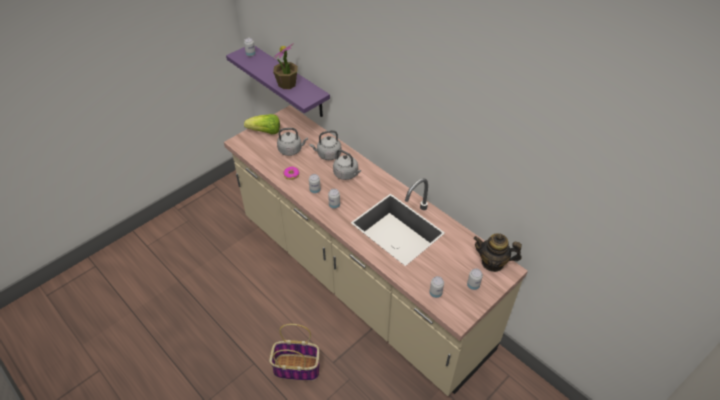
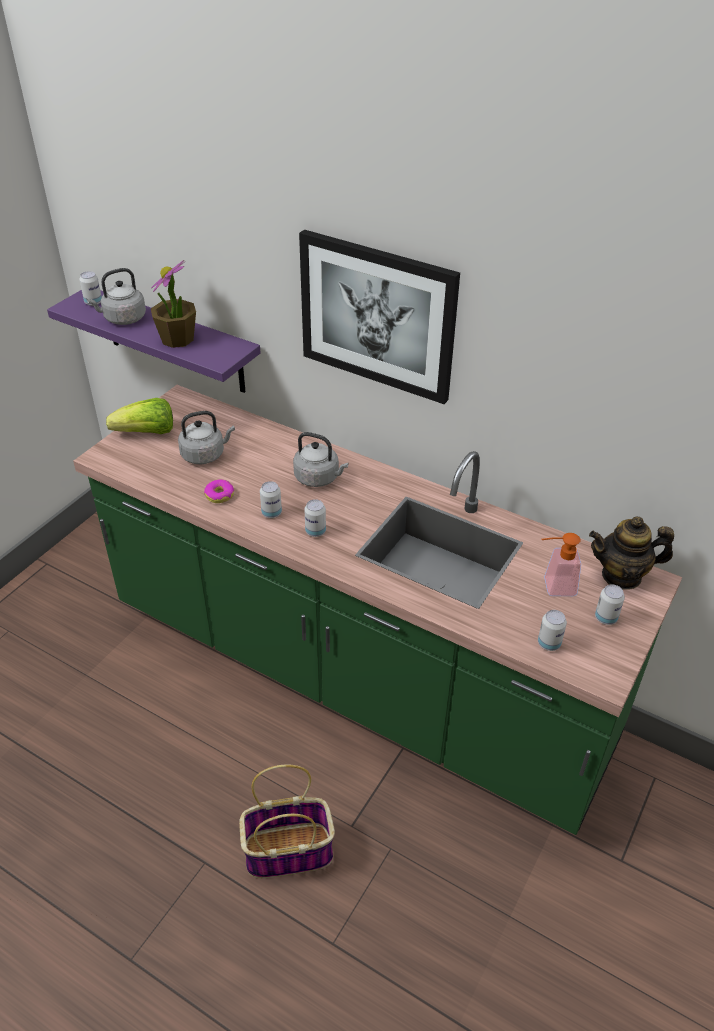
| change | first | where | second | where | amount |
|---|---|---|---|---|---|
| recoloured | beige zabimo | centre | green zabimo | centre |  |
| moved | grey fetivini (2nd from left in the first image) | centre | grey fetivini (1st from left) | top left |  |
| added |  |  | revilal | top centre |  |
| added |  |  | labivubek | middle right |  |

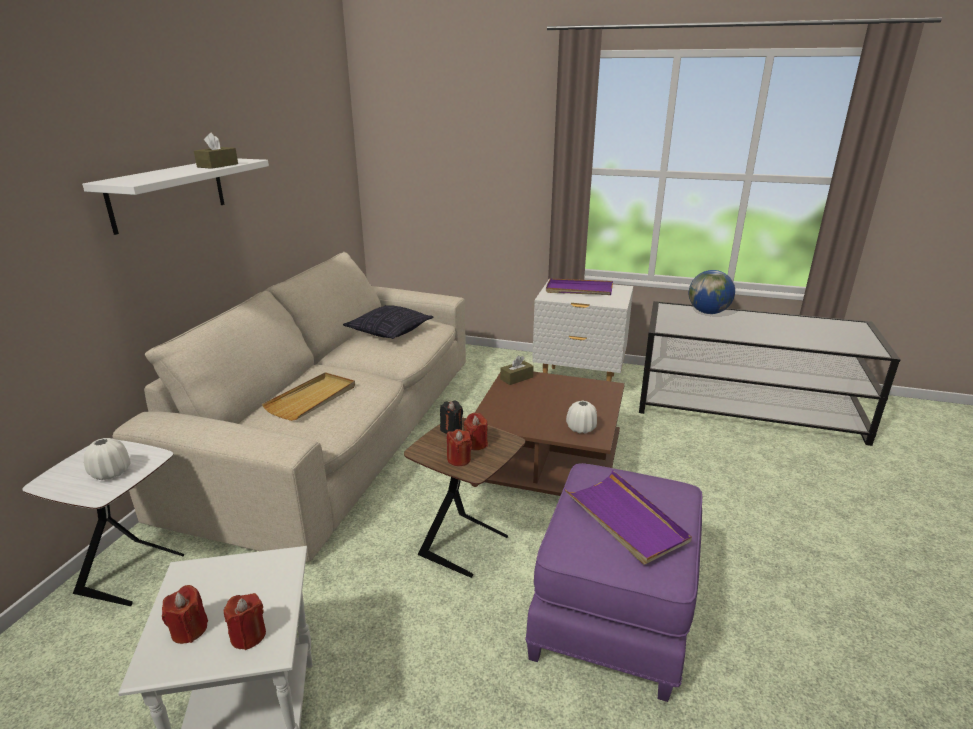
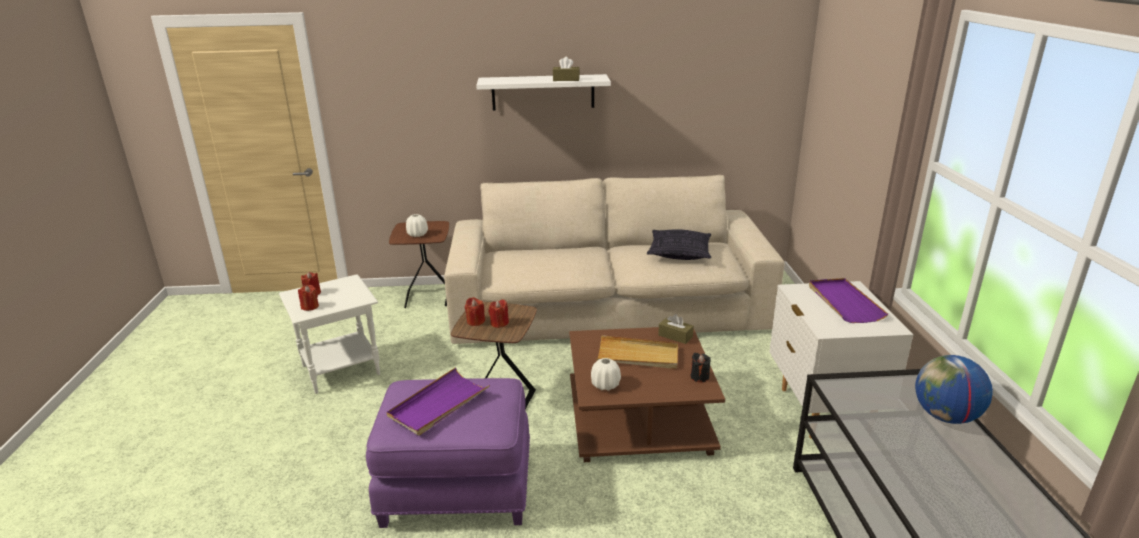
| change | first | where | second | where | amount |
|---|---|---|---|---|---|
| moved | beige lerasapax | middle left |  | centre |  |
| moved | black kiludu | centre |  | bottom centre |  |
| recoloured | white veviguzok (1st from left) | bottom left | brown veviguzok (1st from left) | centre |  |

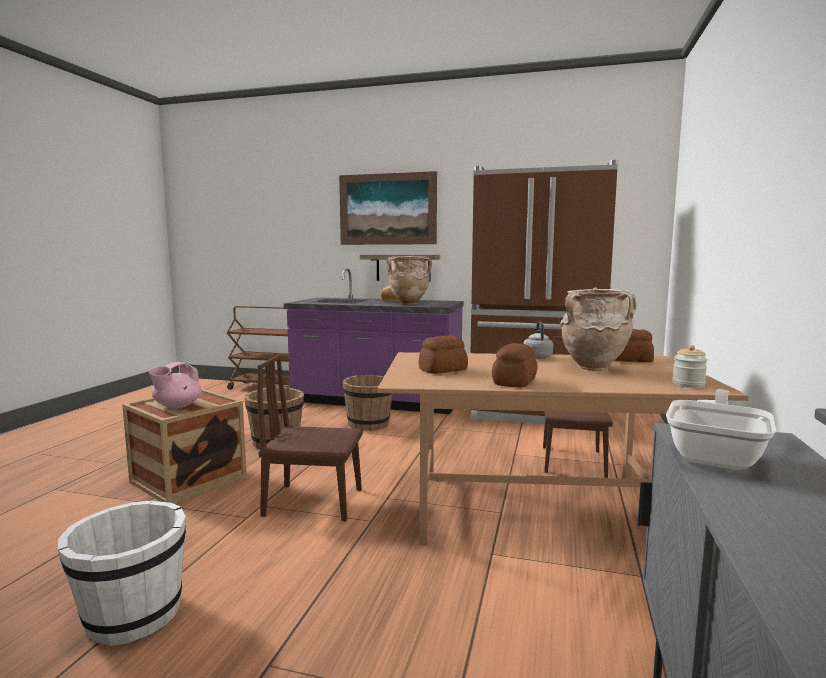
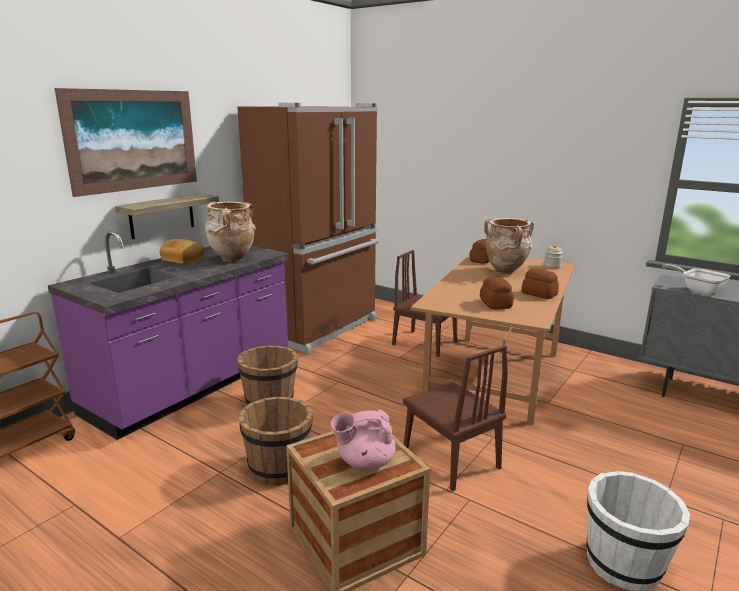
| change | first | where | second | where | amount |
|---|---|---|---|---|---|
| removed | grey fetivini | centre |  |  |  |
| turned | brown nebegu (1st from left in the first image) | centre | brown nebegu (2nd from left) | bottom centre | 60 degrees counterclockwise |
| turned | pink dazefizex | middle left |  | bottom centre | 120 degrees clockwise |

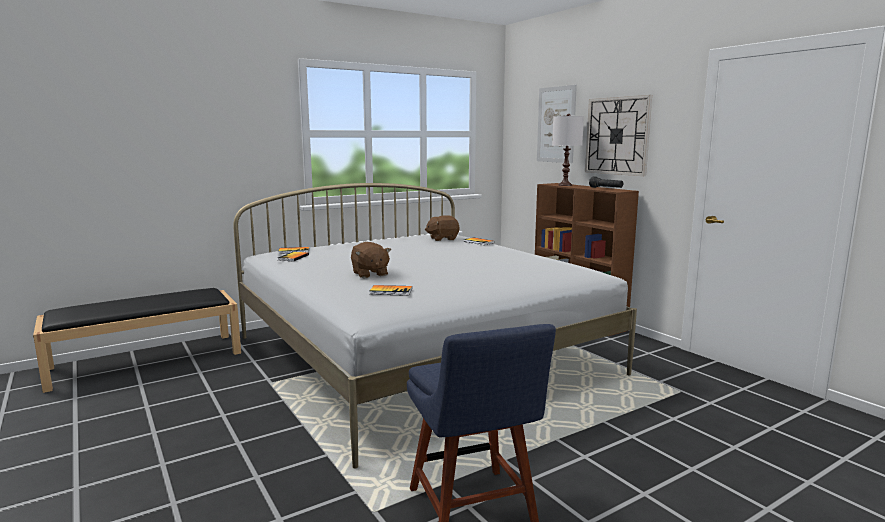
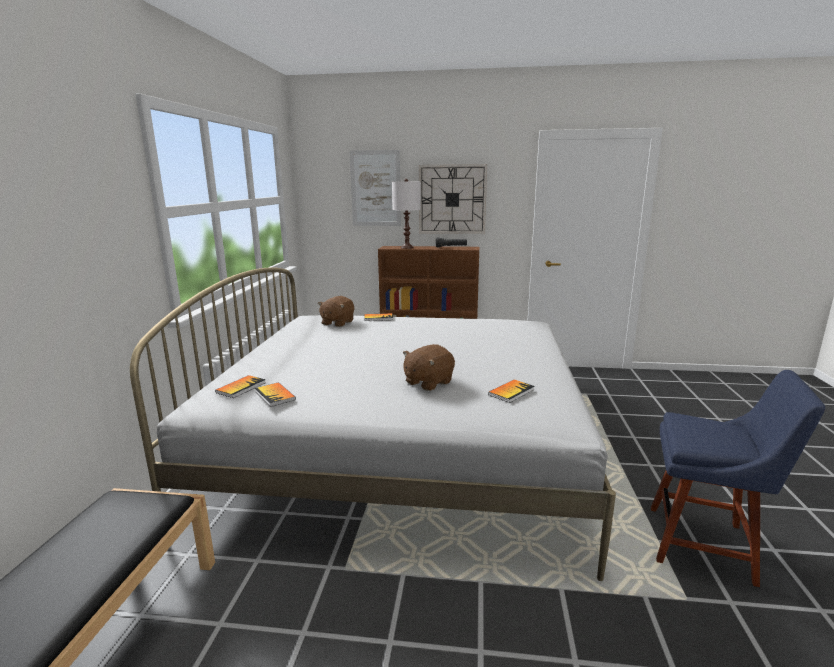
| change | first | where | second | where | amount |
|---|---|---|---|---|---|
| turned | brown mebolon (1st from left in the first image) | centre | brown mebolon (2nd from left) | centre | 120 degrees clockwise |

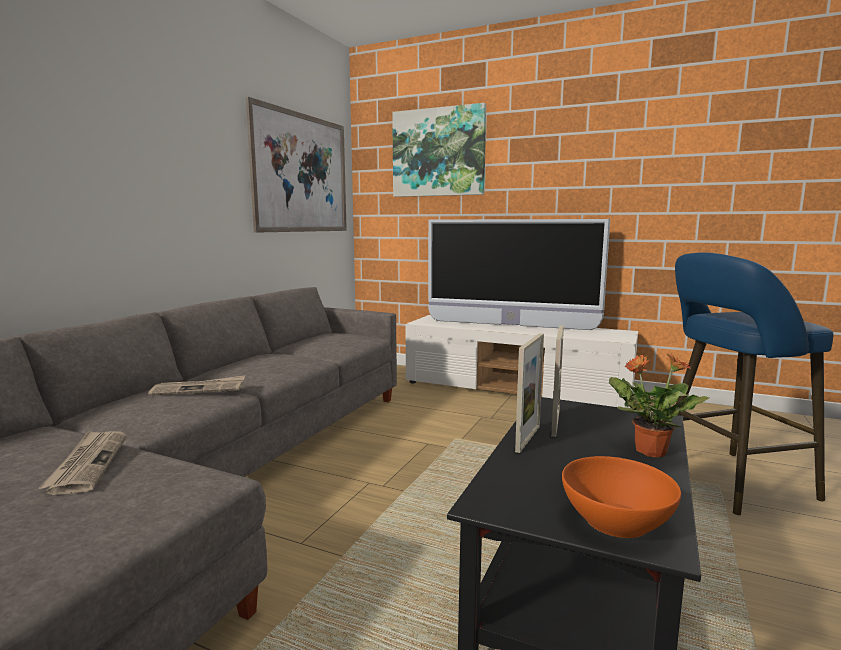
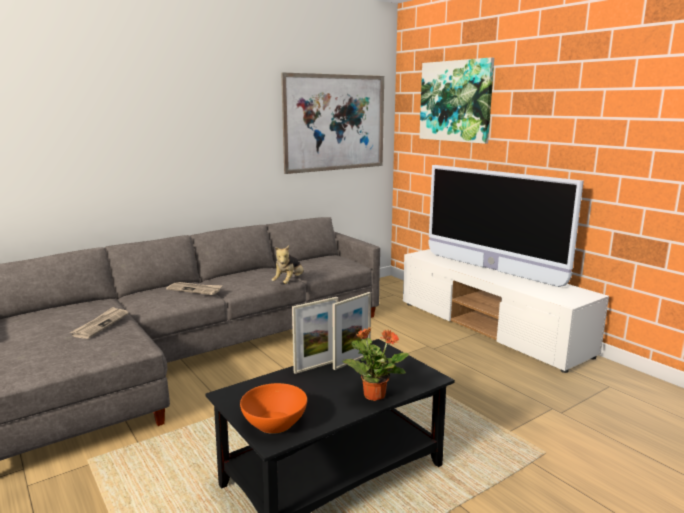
| change | first | where | second | where | amount |
|---|---|---|---|---|---|
| removed | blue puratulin | middle right |  |  |  |
| added |  |  | mebolon | centre |  |

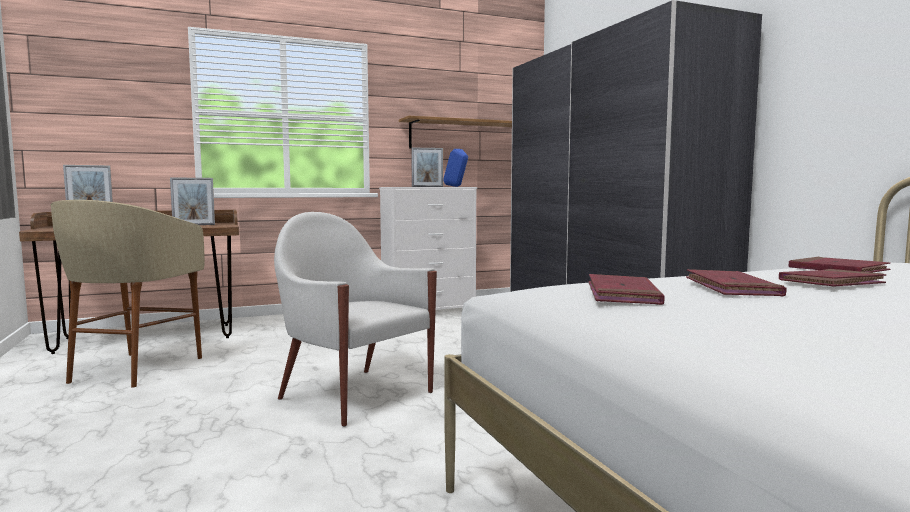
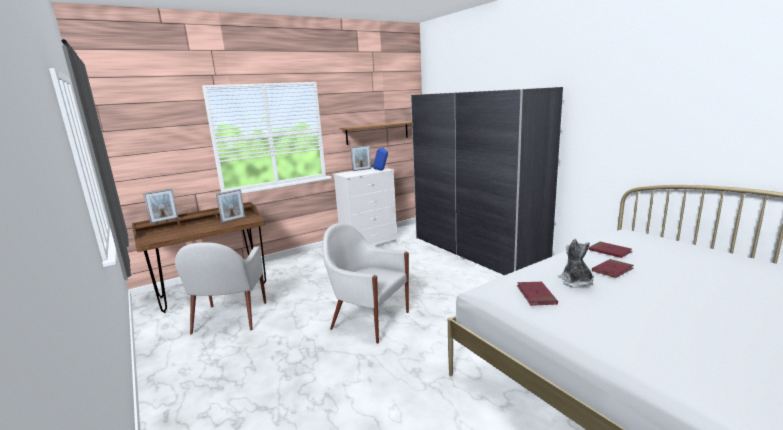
| change | first | where | second | where | amount |
|---|---|---|---|---|---|
| replaced | beige puratulin | middle left | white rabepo (1st from left) | bottom left |  |
| replaced | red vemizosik (2nd from left) | middle right | mebolon | middle right |  |

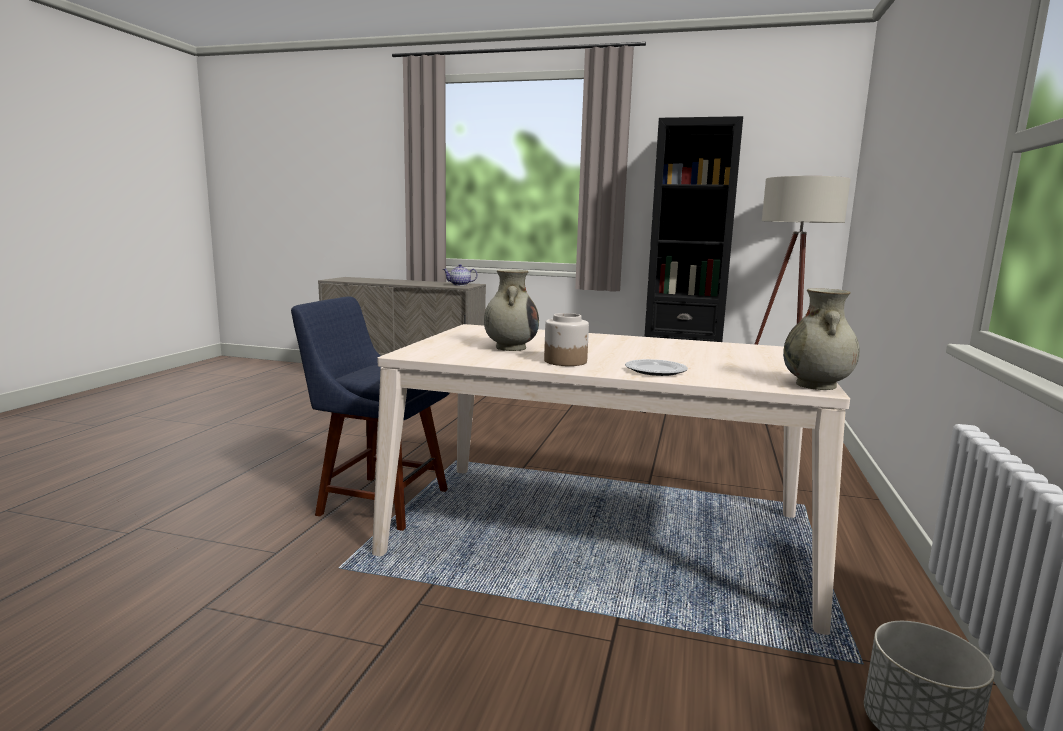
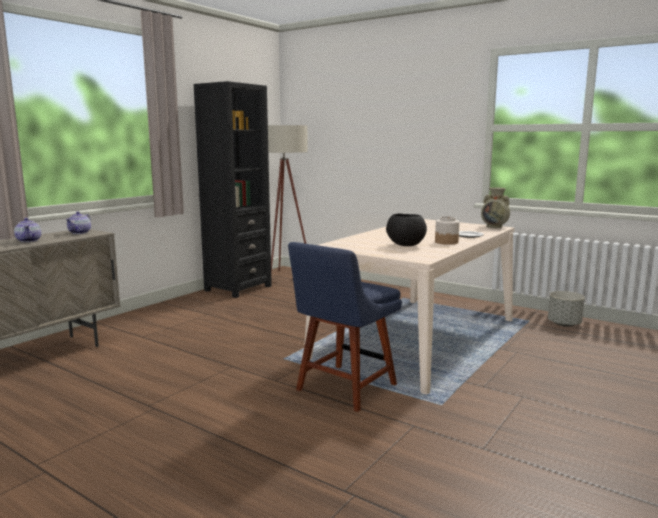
| change | first | where | second | where | amount |
|---|---|---|---|---|---|
| replaced | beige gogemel (1st from left) | centre | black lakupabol | centre |  |
| added |  |  | dazefizex (1st from left) | middle left |  |

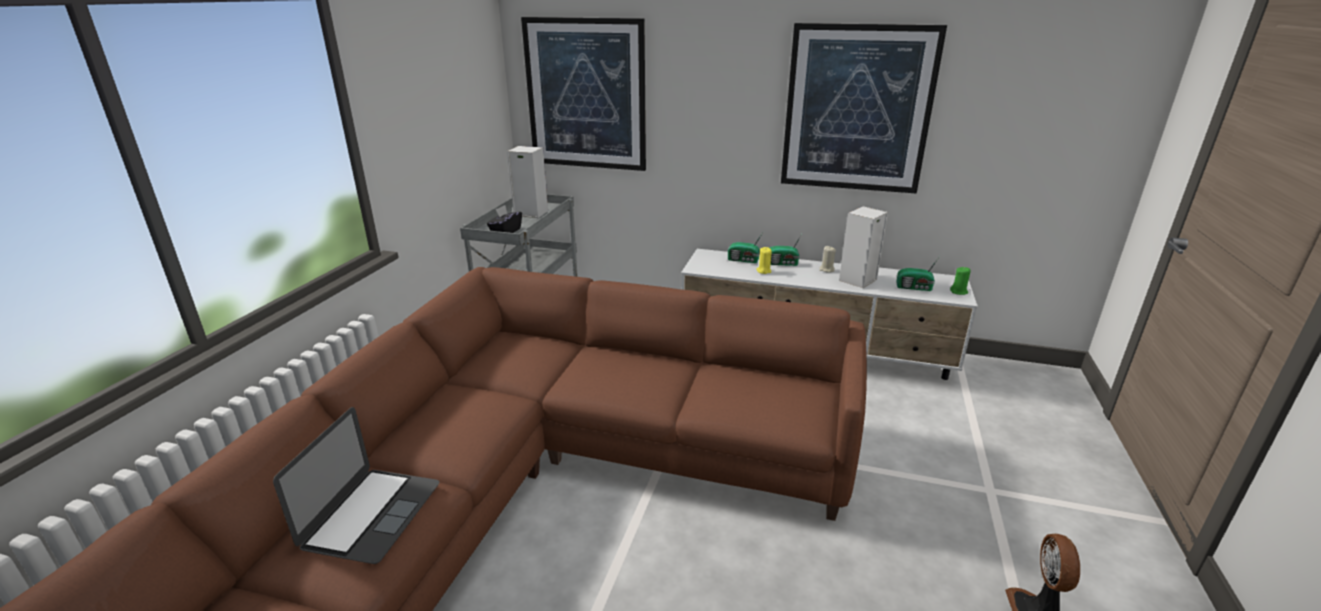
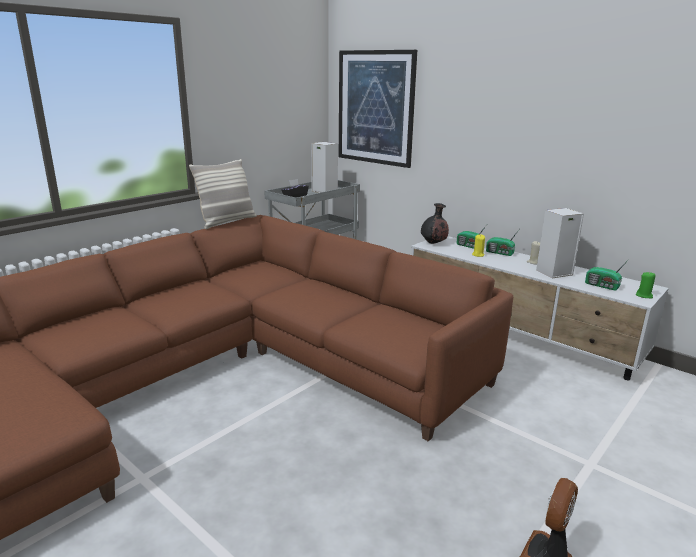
| change | first | where | second | where | amount |
|---|---|---|---|---|---|
| removed | revilal (2nd from left) | top centre |  |  |  |
| removed | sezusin | bottom left |  |  |  |
| added |  |  | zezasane | middle left |  |
| added |  |  | black gogemel | centre |  |

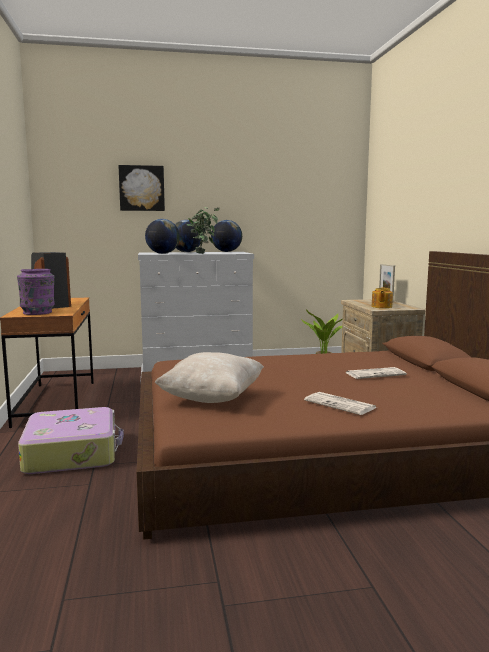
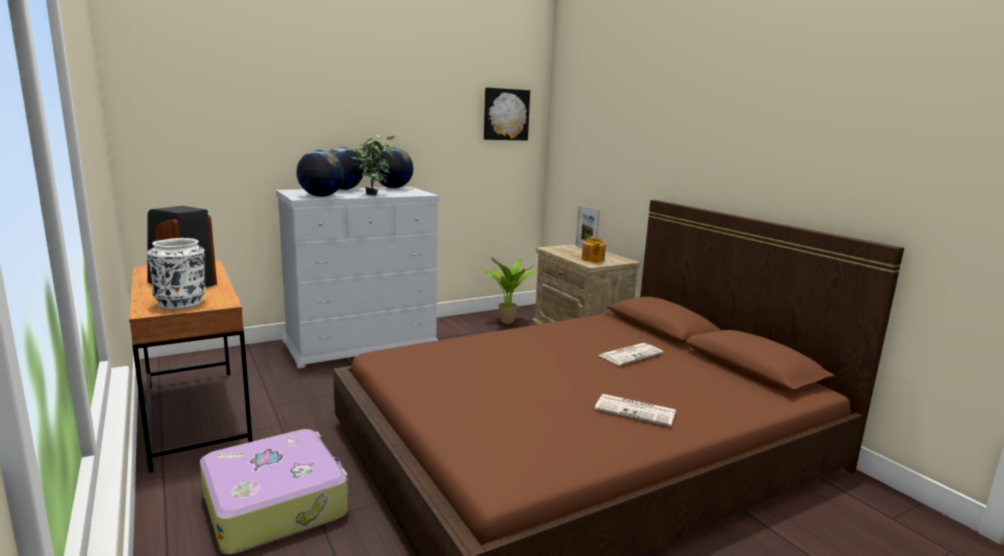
| change | first | where | second | where | amount |
|---|---|---|---|---|---|
| moved | revilal | top left |  | top centre |  |
| recoloured | purple gogemel | middle left | white gogemel | middle left |  |
| removed | beige zezasane | centre |  |  |  |

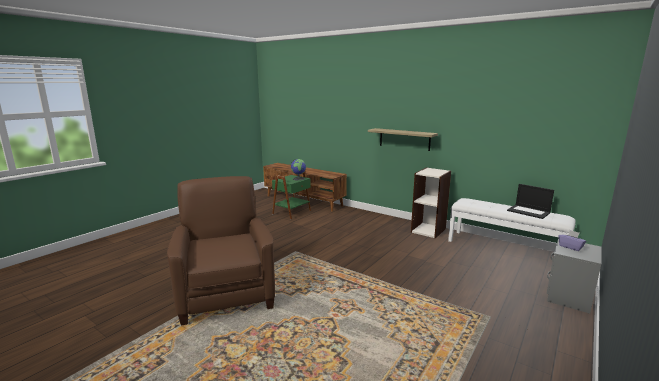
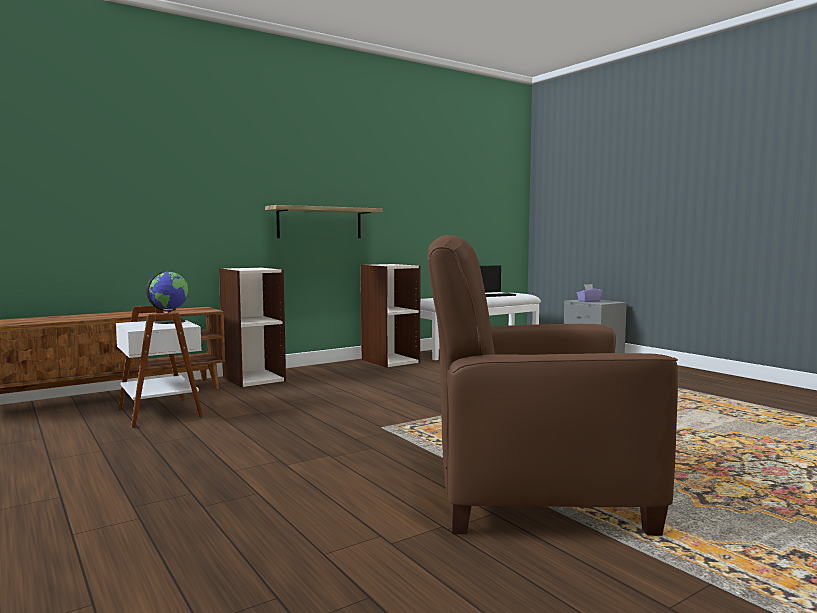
| change | first | where | second | where | amount |
|---|---|---|---|---|---|
| recoloured | green veviguzok | centre | white veviguzok | middle left |  |
| added |  |  | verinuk (1st from left) | middle left |  |

